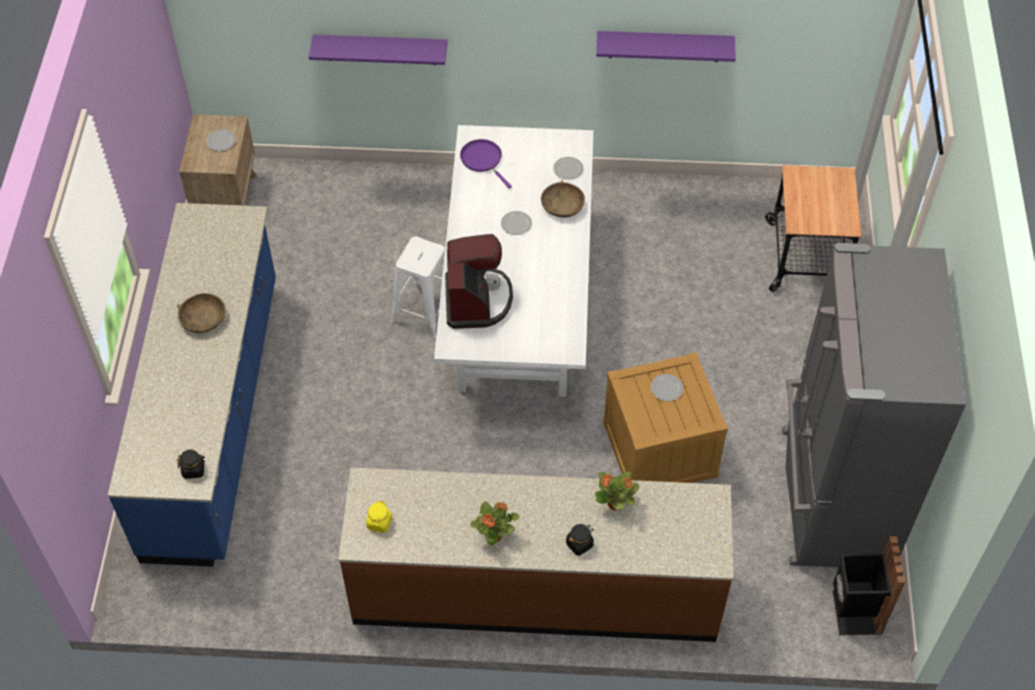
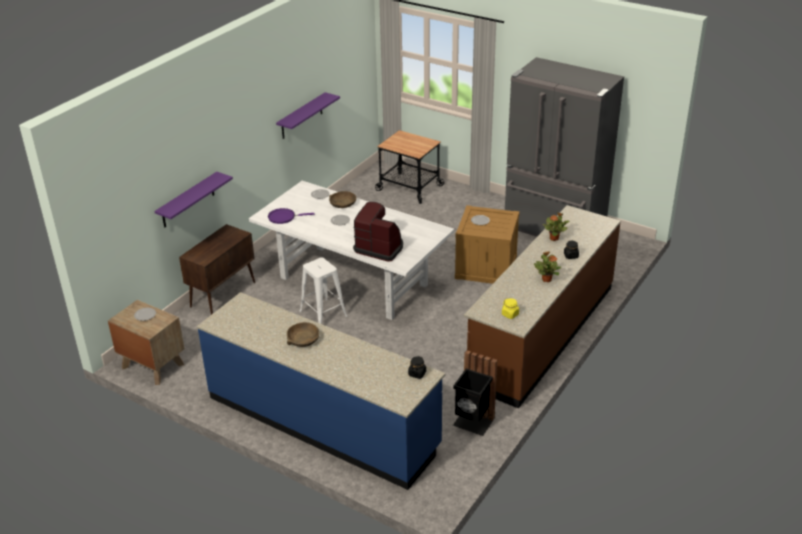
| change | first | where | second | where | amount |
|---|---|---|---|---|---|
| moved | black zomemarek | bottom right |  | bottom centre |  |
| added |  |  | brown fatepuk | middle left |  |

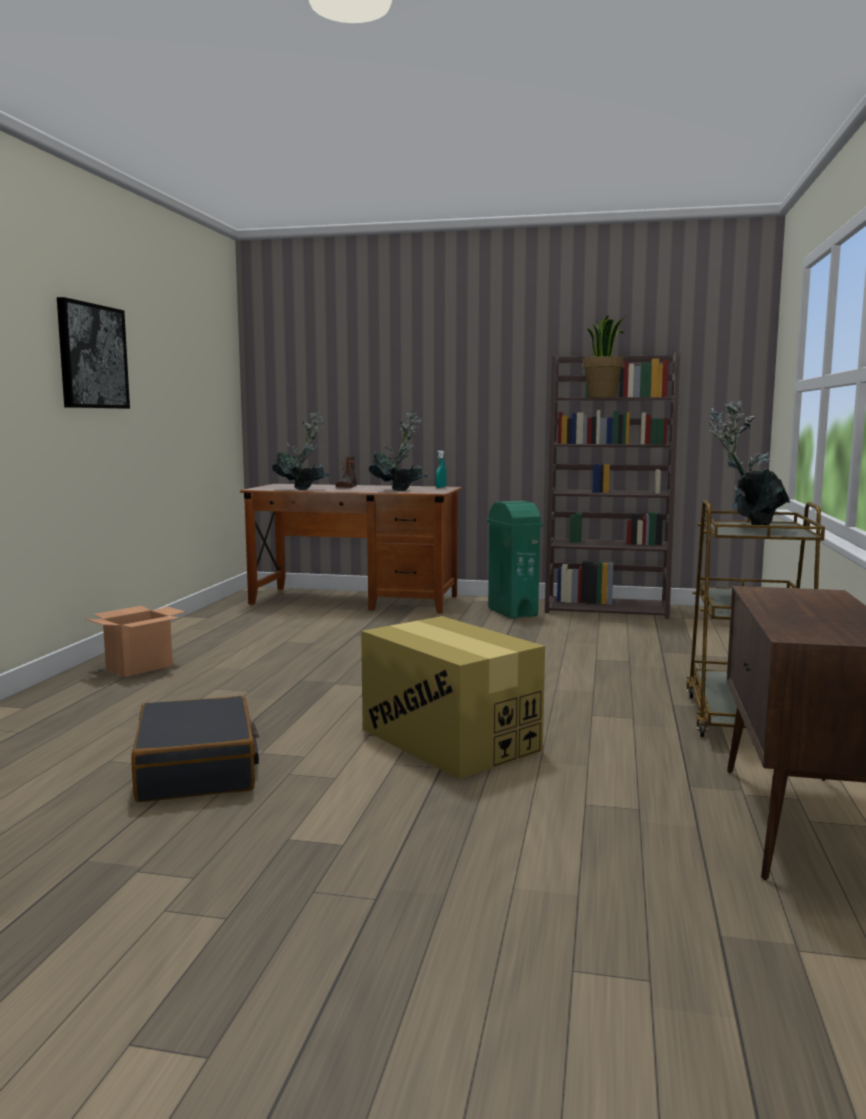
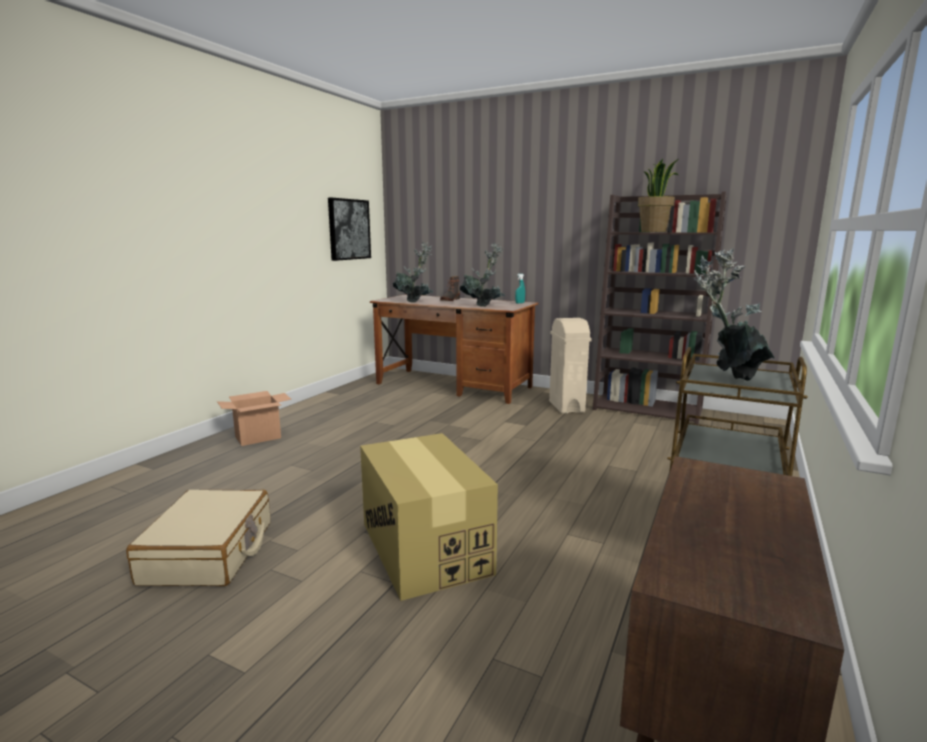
| change | first | where | second | where | amount |
|---|---|---|---|---|---|
| moved | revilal | top left |  | top centre |  |
| recoloured | green zomemarek | centre | beige zomemarek | centre |  |
| recoloured | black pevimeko | bottom left | beige pevimeko | bottom left |  |

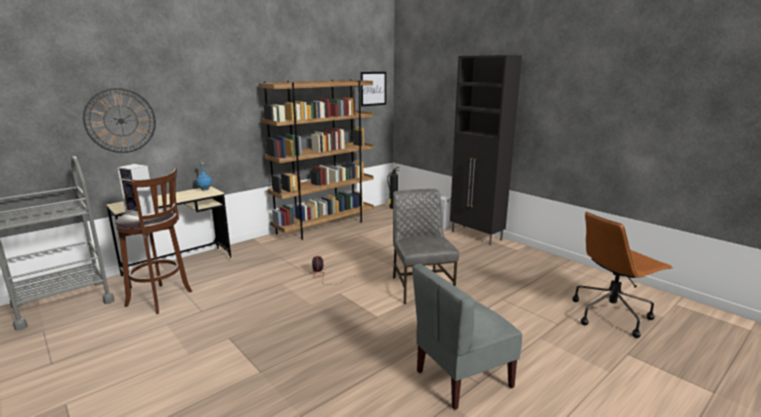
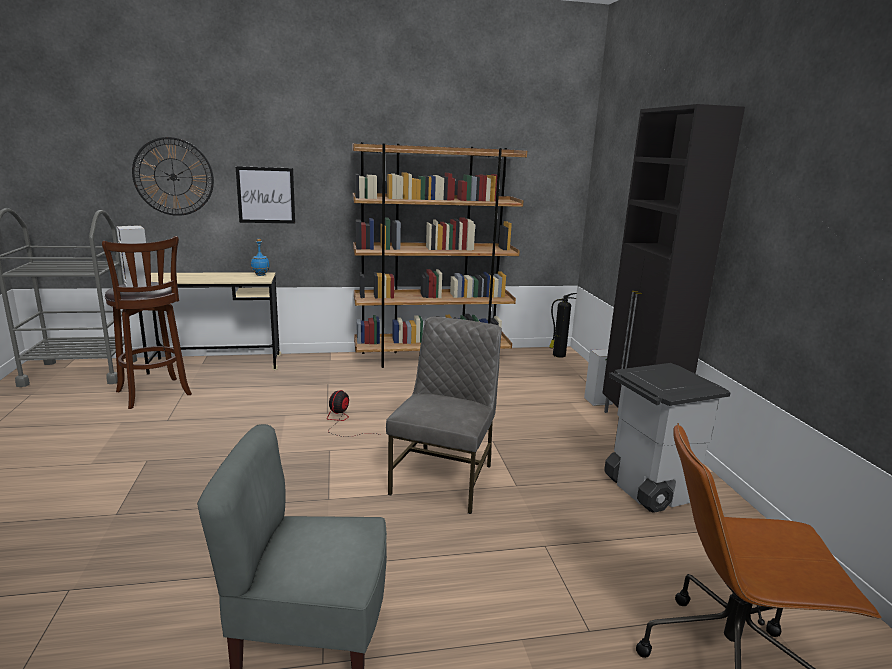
| change | first | where | second | where | amount |
|---|---|---|---|---|---|
| moved | revilal | top centre |  | top left |  |
| added |  |  | grey zomemarek | middle right |  |

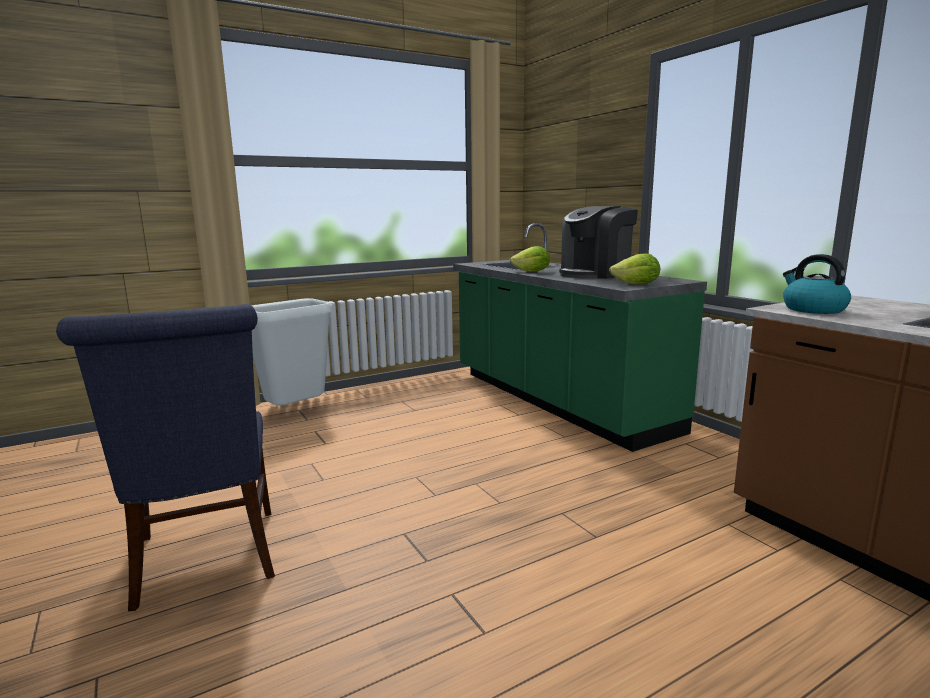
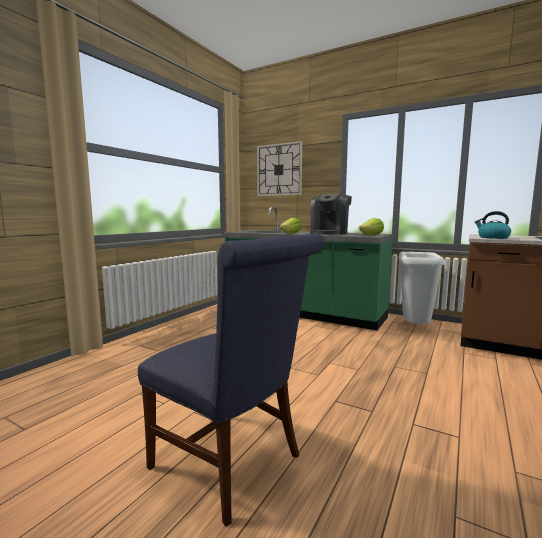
| change | first | where | second | where | amount |
|---|---|---|---|---|---|
| moved | white zomemarek | middle left |  | middle right |  |
| added |  |  | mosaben | top centre |  |

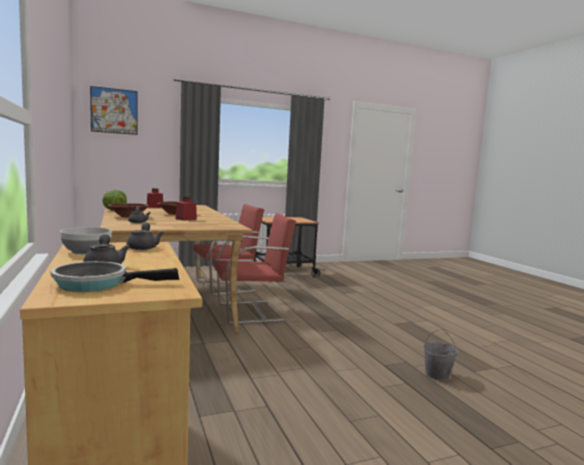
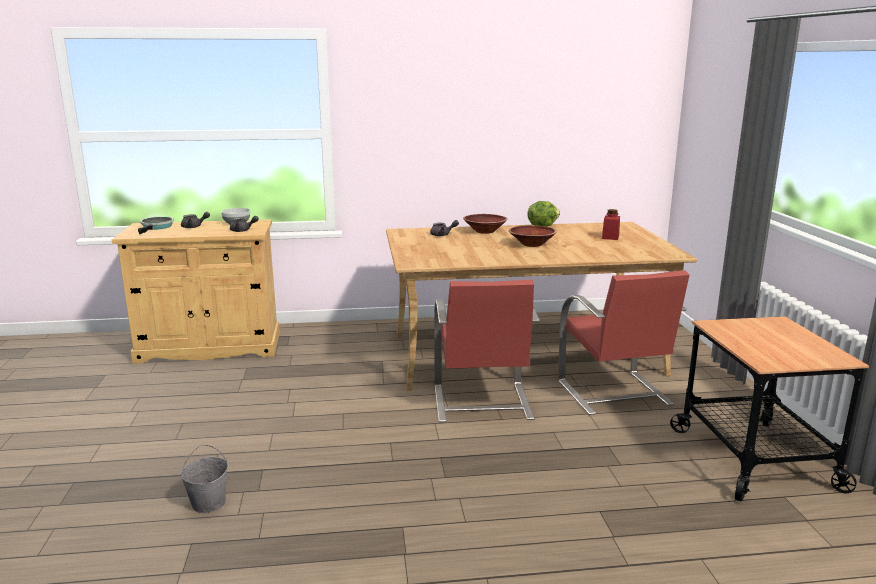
| change | first | where | second | where | amount |
|---|---|---|---|---|---|
| removed | revilal | top left |  |  |  |
| removed | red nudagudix (2nd from left) | middle left |  |  |  |

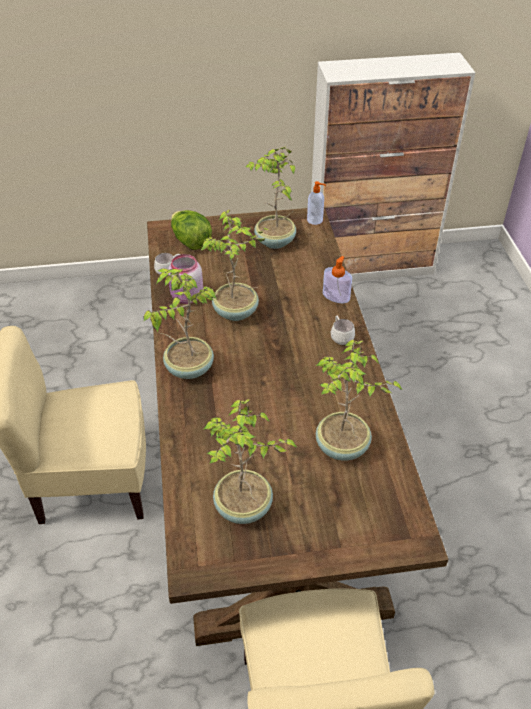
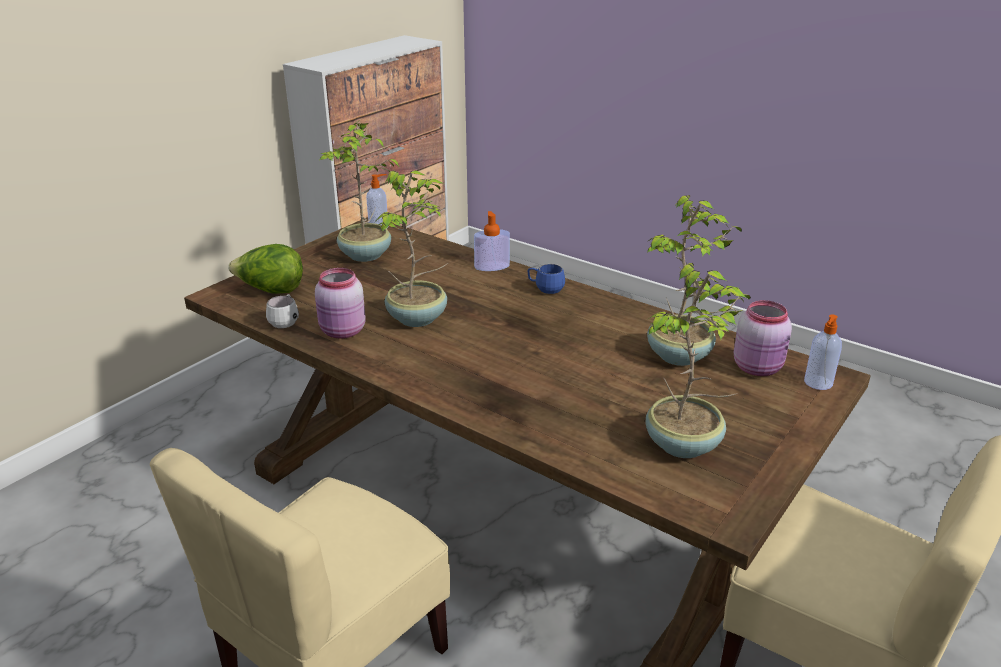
| change | first | where | second | where | amount |
|---|---|---|---|---|---|
| removed | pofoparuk (1st from left) | centre |  |  |  |
| recoloured | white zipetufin (2nd from left) | centre | blue zipetufin | centre |  |
| added |  |  | pink nudagudix (2nd from left) | middle right |  |
| added |  |  | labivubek (3rd from left) | middle right |  |

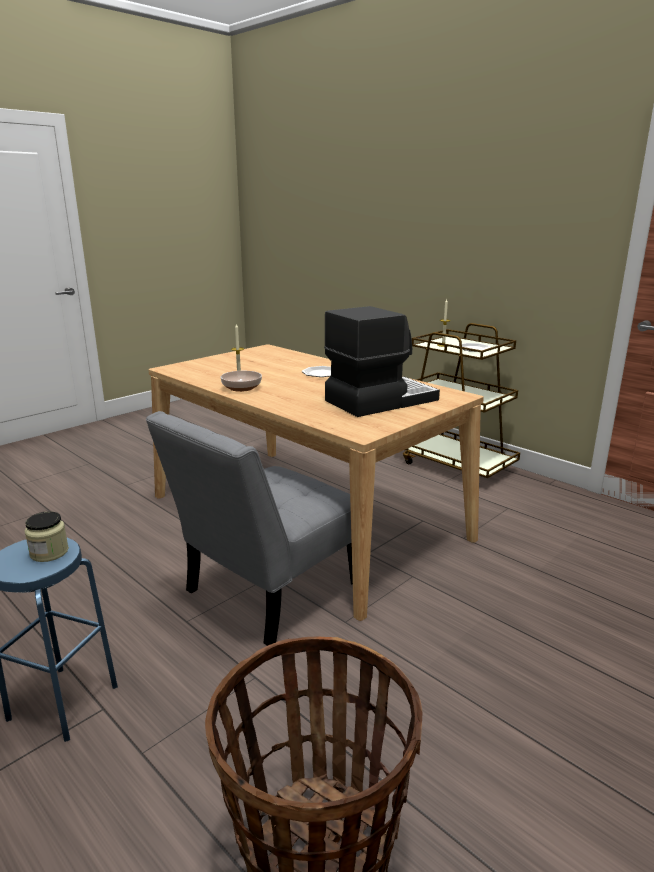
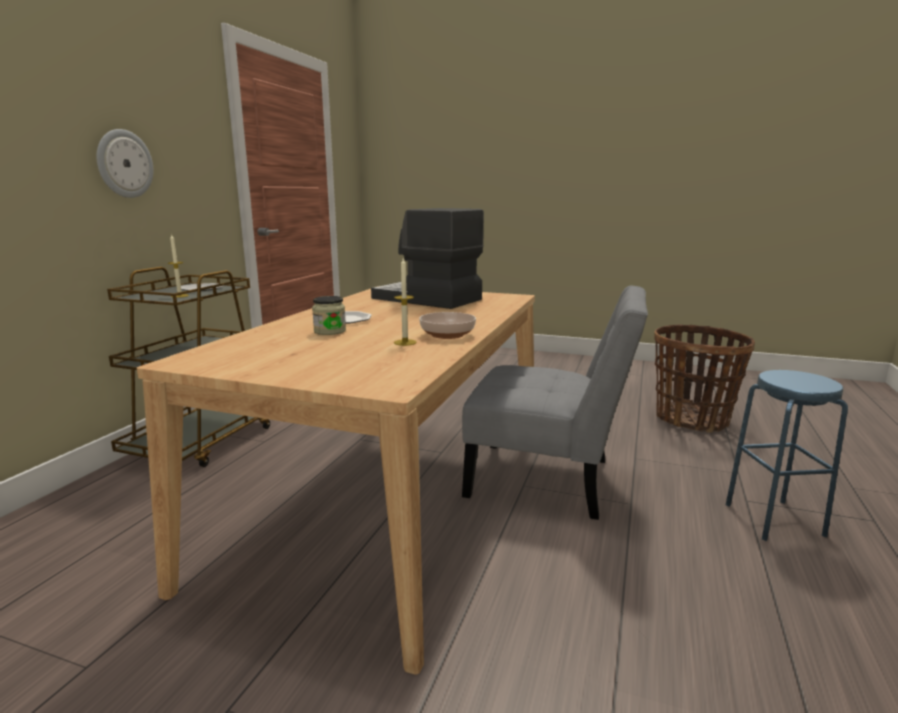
| change | first | where | second | where | amount |
|---|---|---|---|---|---|
| moved | nudagudix | middle left |  | centre |  |
| added |  |  | mosaben | top left |  |

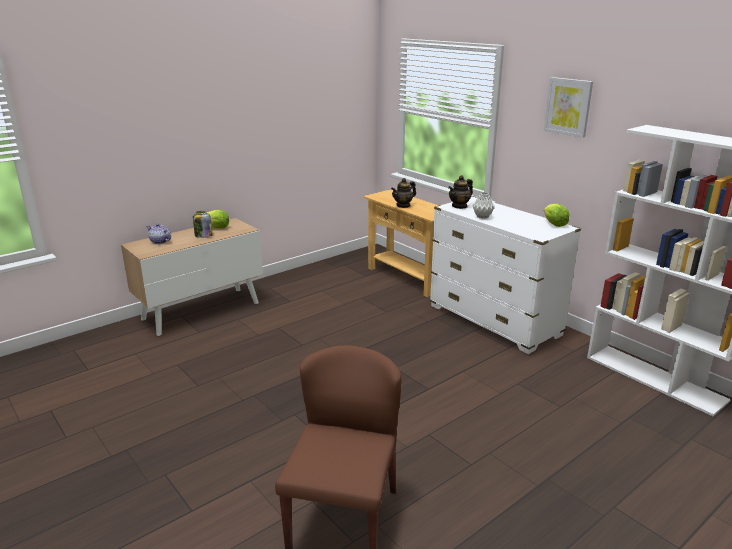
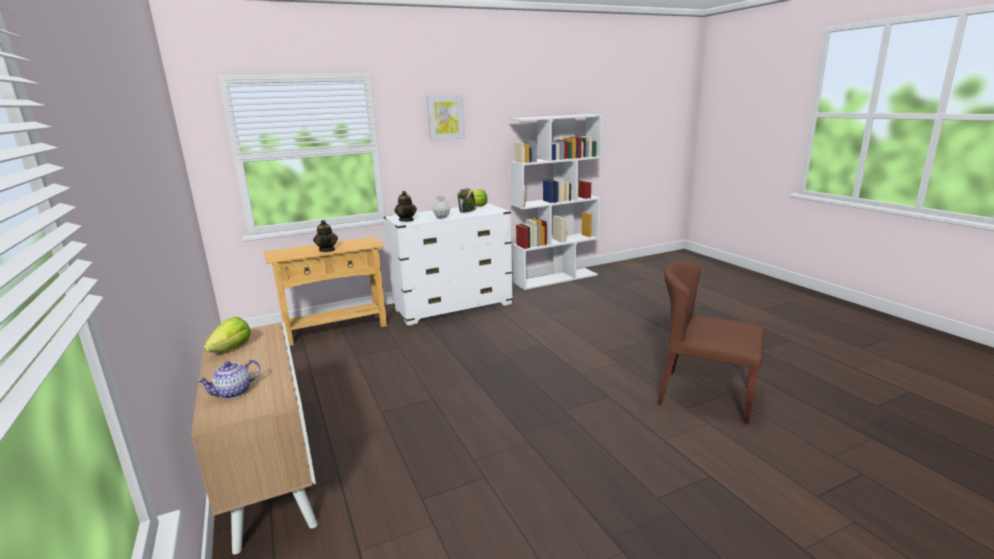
| change | first | where | second | where | amount |
|---|---|---|---|---|---|
| moved | nudagudix | middle left |  | centre |  |

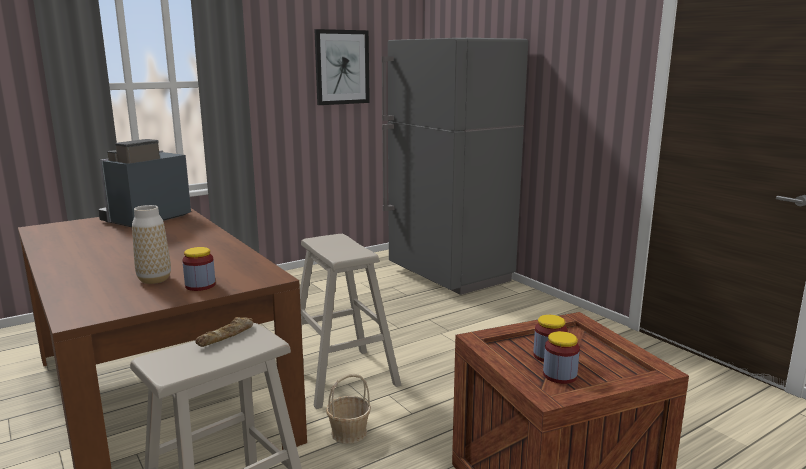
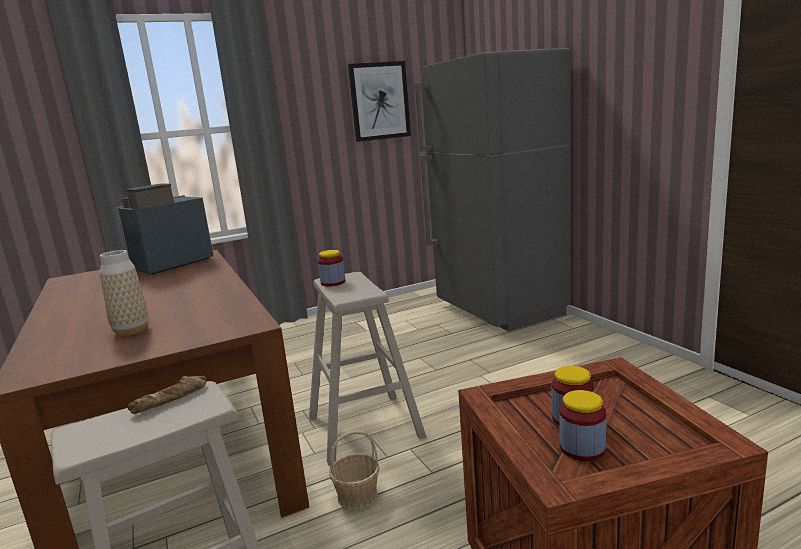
| change | first | where | second | where | amount |
|---|---|---|---|---|---|
| moved | nudagudix (1st from left) | middle left |  | centre |  |

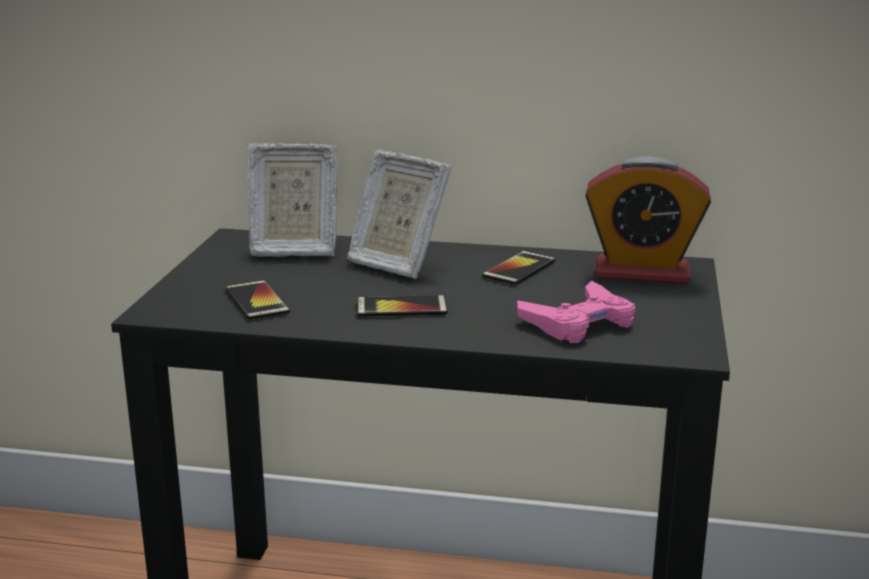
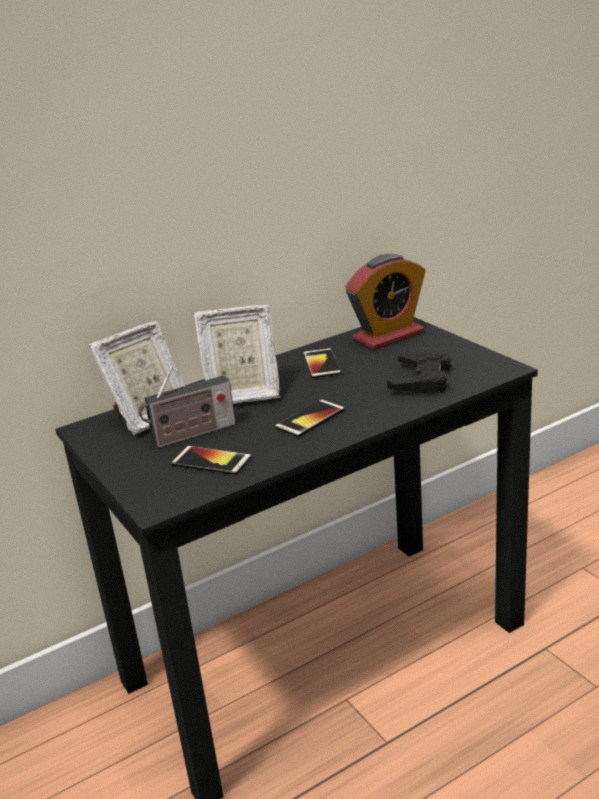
| change | first | where | second | where | amount |
|---|---|---|---|---|---|
| recoloured | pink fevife | centre | black fevife | middle right |  |
| added |  |  | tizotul | middle left |  |

